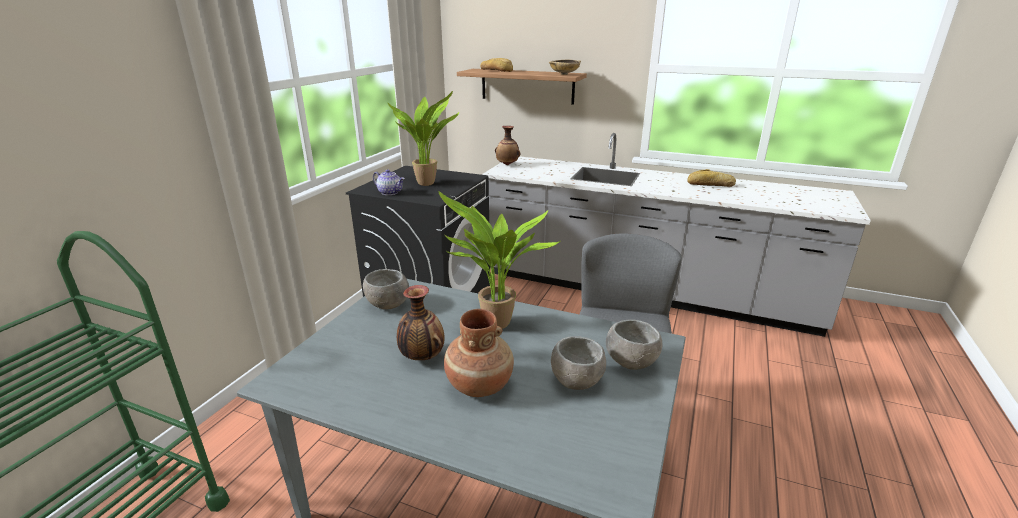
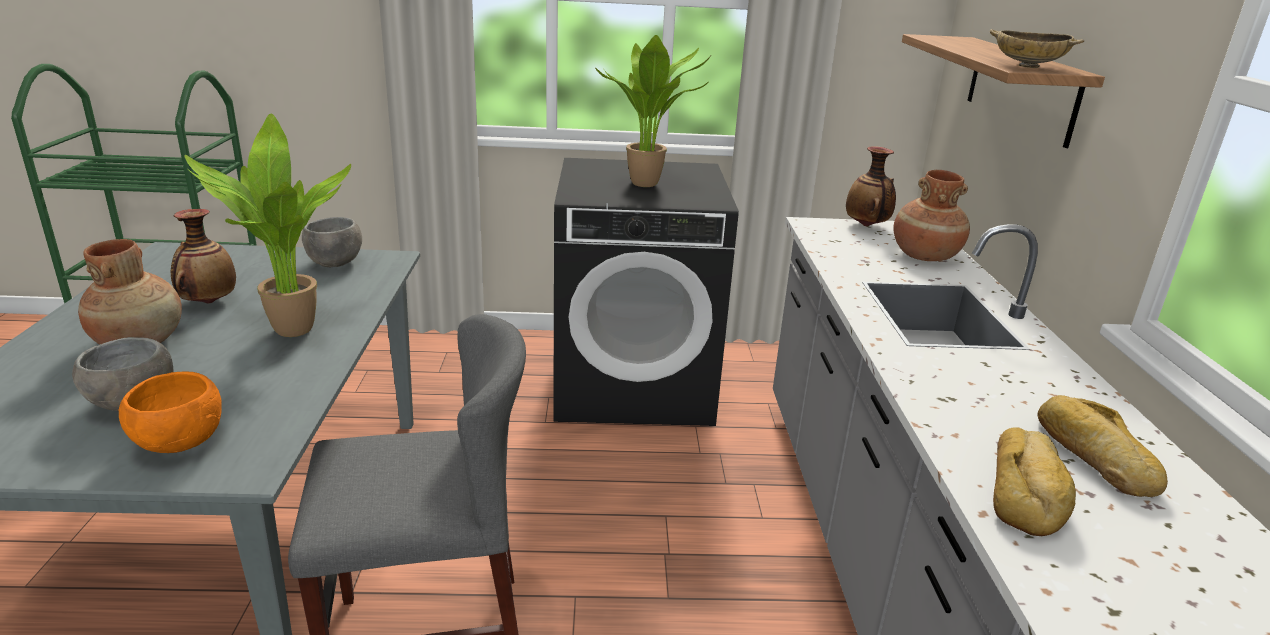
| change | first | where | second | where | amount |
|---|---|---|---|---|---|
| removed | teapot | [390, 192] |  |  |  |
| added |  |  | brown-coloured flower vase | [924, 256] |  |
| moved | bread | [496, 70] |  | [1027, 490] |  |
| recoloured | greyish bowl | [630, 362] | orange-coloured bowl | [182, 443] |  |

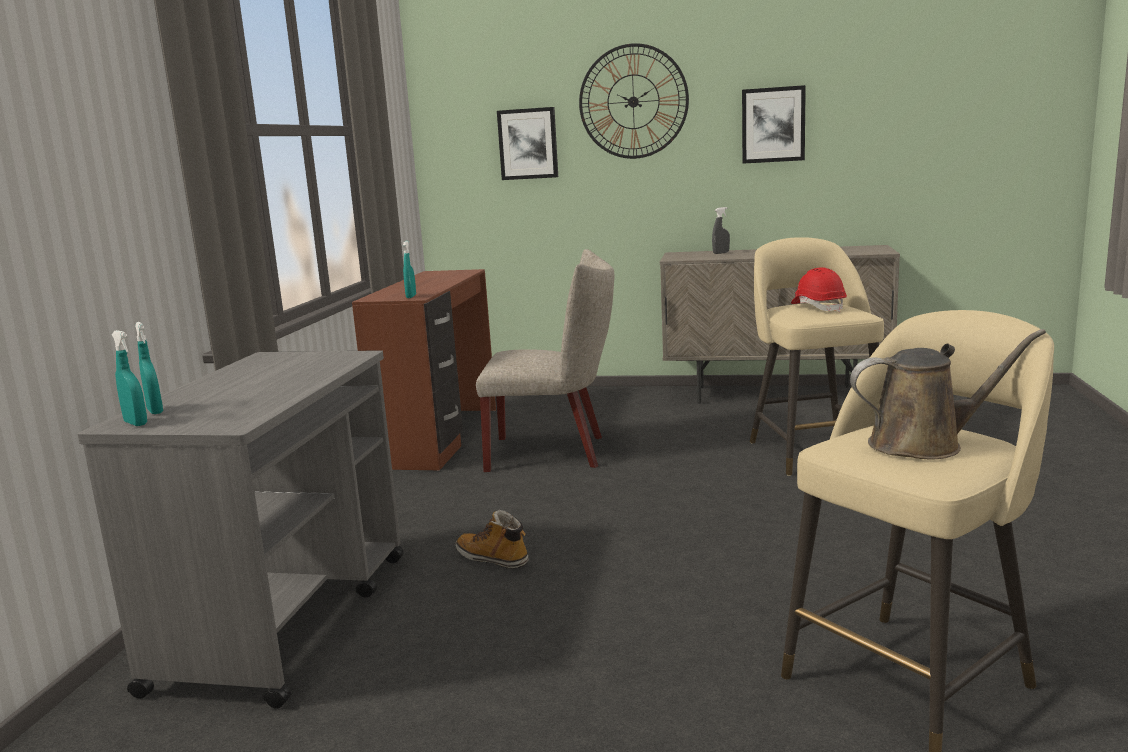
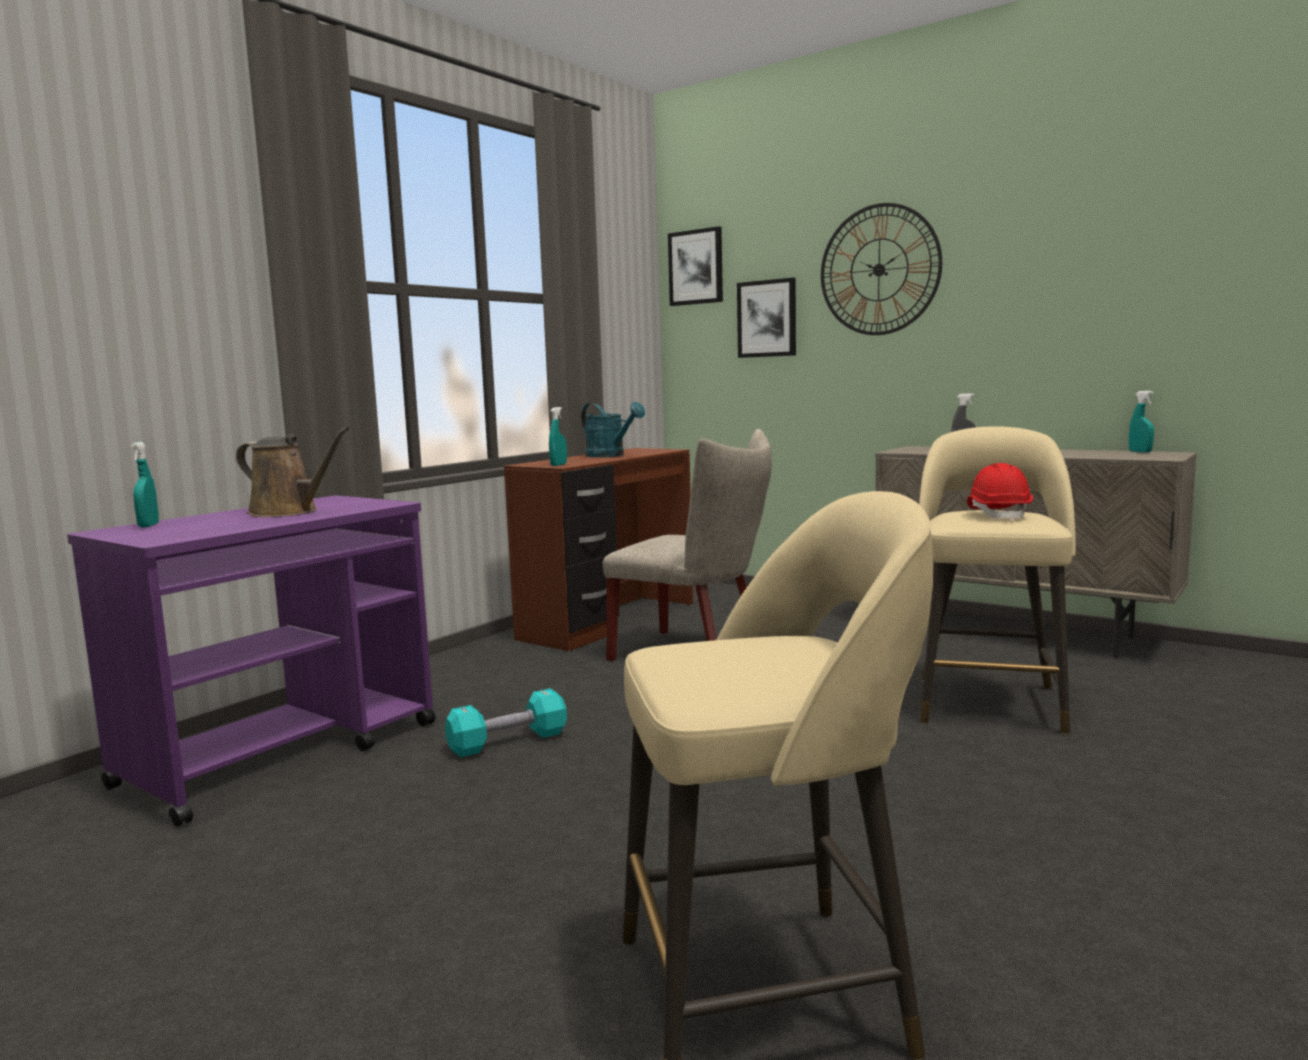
| change | first | where | second | where | amount |
|---|---|---|---|---|---|
| added |  |  | turquoise-coloured watering pot | [610, 455] |  |
| moved | turquoise-coloured hand sprayer | [136, 423] |  | [1140, 452] |  |
| moved | picture | [773, 125] |  | [696, 267] |  |
| moved | brown-coloured watering pot | [924, 444] |  | [288, 512] |  |
| replaced | tall boot | [493, 559] | turquoise-coloured hand weight | [508, 742] |  |
| recoloured | greyish cart | [287, 618] | purple cart | [284, 753] |  |

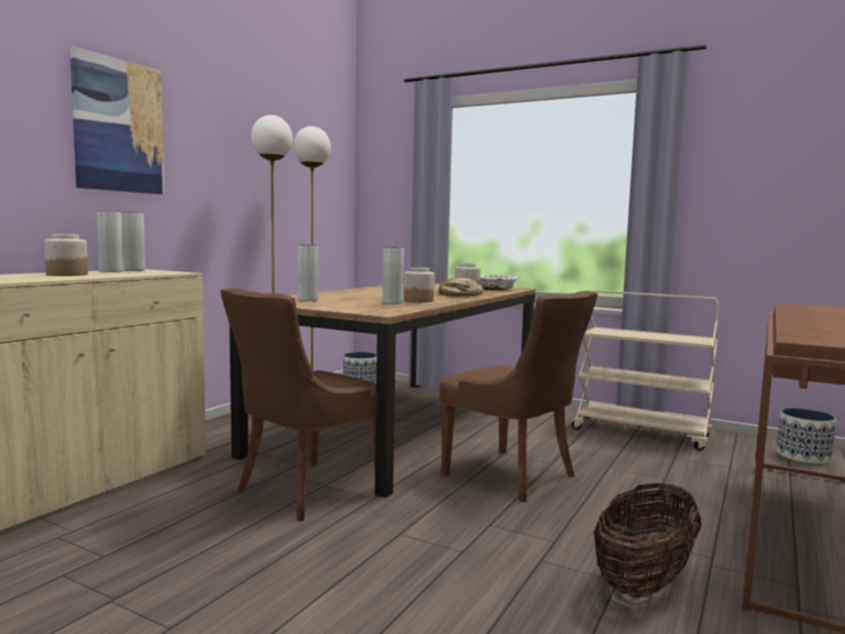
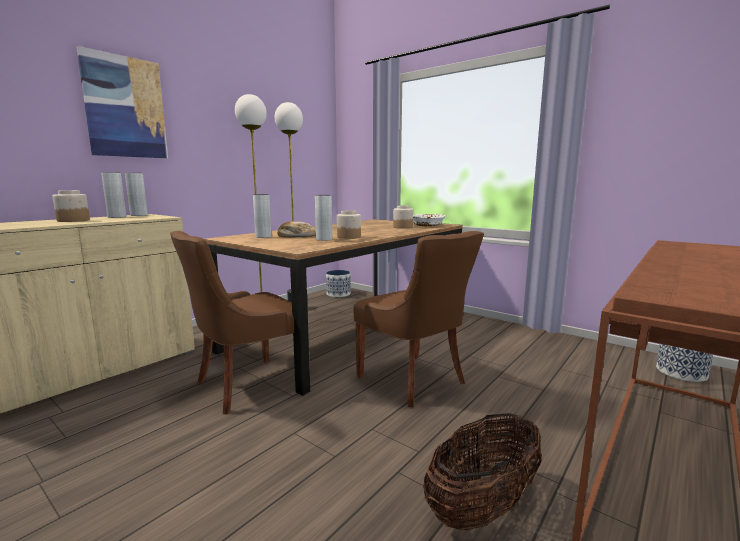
| change | first | where | second | where | amount |
|---|---|---|---|---|---|
| removed | beige cart | [642, 432] |  |  |  |
| moved | bread | [459, 295] |  | [296, 236] |  |

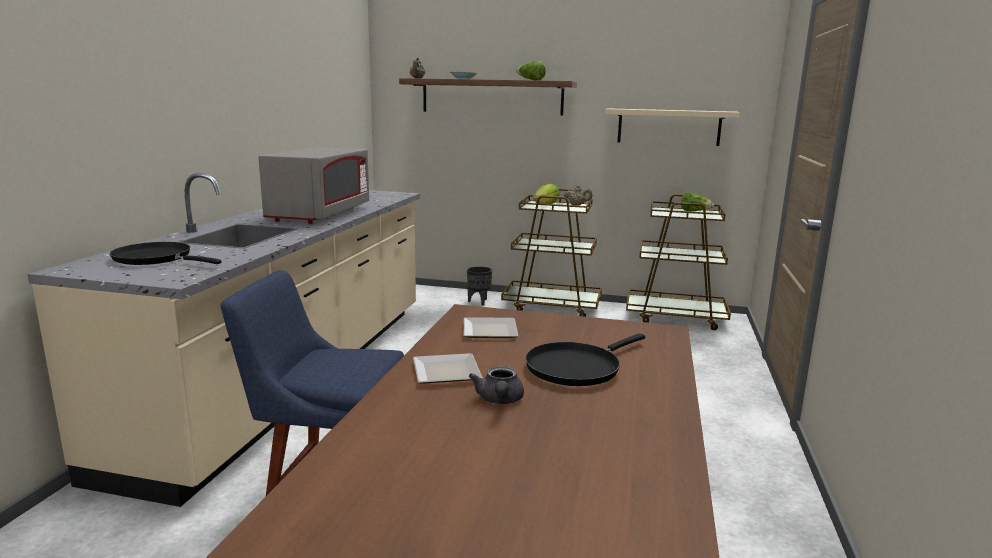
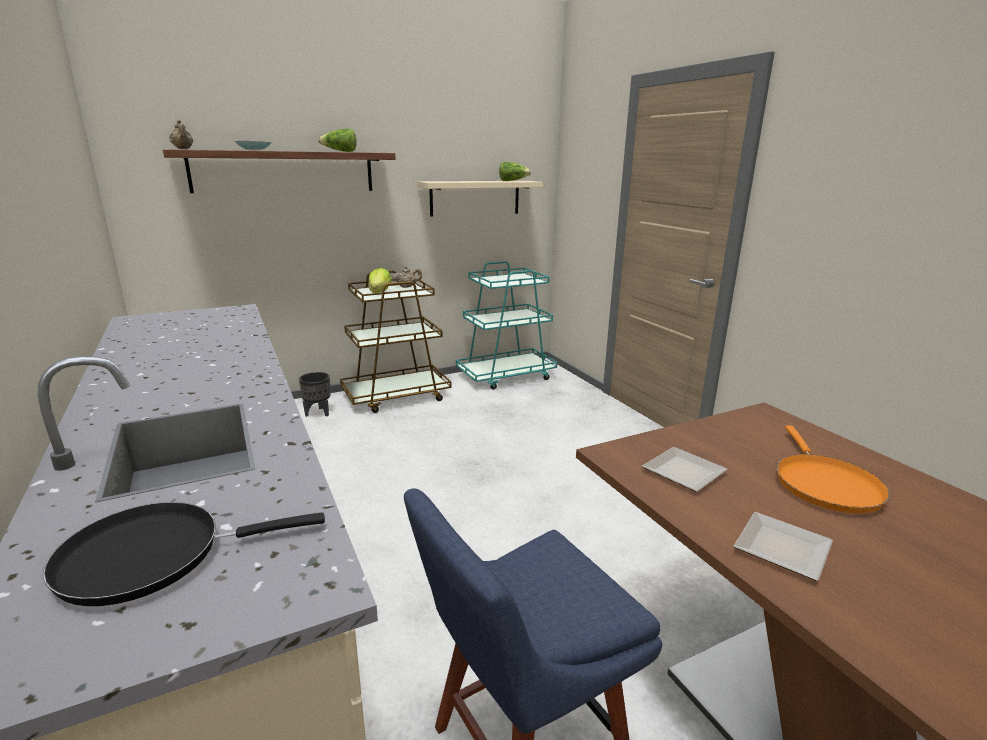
| change | first | where | second | where | amount |
|---|---|---|---|---|---|
| removed | greyish kitchen microwave | [320, 215] |  |  |  |
| removed | greyish teapot | [499, 400] |  |  |  |
| moved | lettuce head | [695, 211] |  | [513, 181] |  |
| recoloured | black-coloured pan | [577, 367] | orange-coloured pan | [824, 484] |  |
| recoloured | brown-coloured cart | [675, 317] | turquoise-coloured cart | [506, 376] |  |

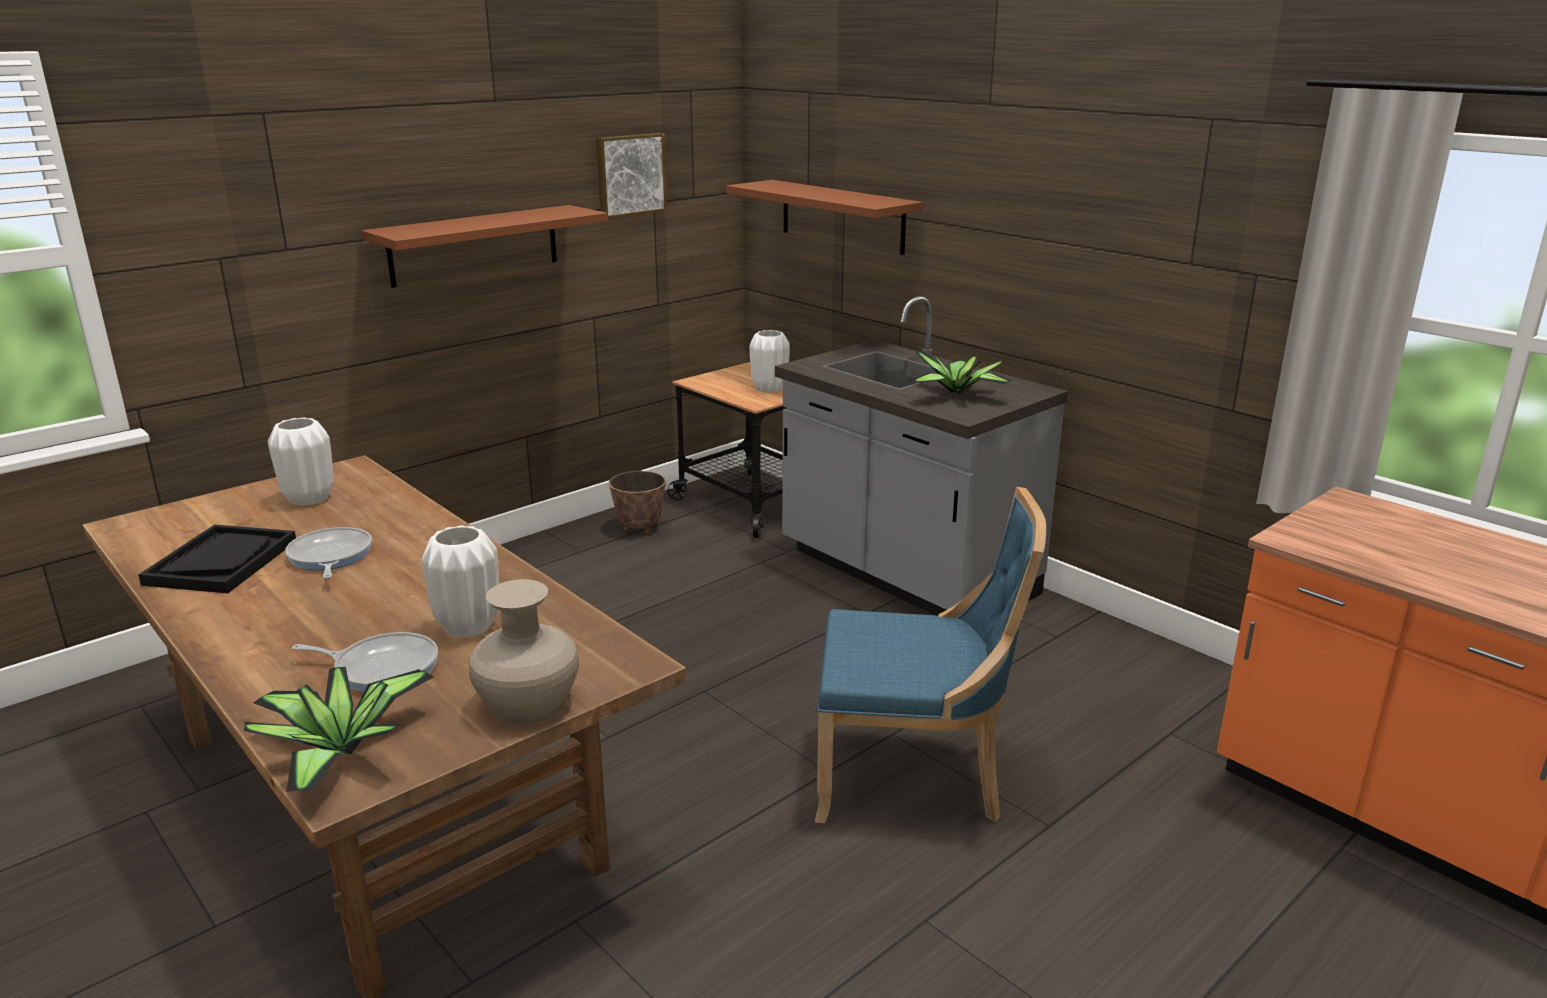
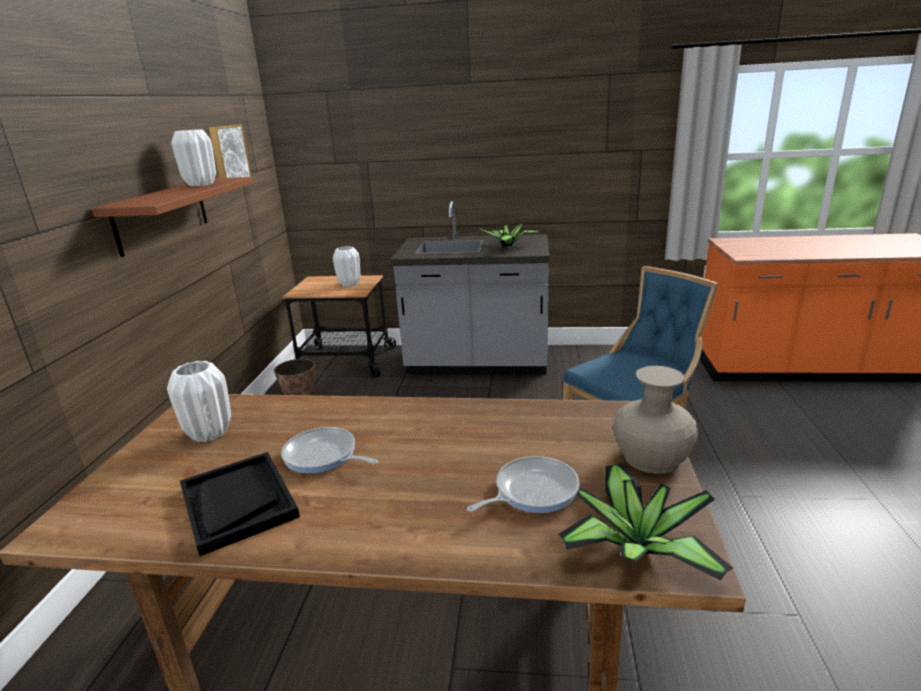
| change | first | where | second | where | amount |
|---|---|---|---|---|---|
| removed | brown-coloured bracket shelf | [842, 216] |  |  |  |
| moved | white-coloured flower vase | [467, 627] |  | [200, 185] |  |

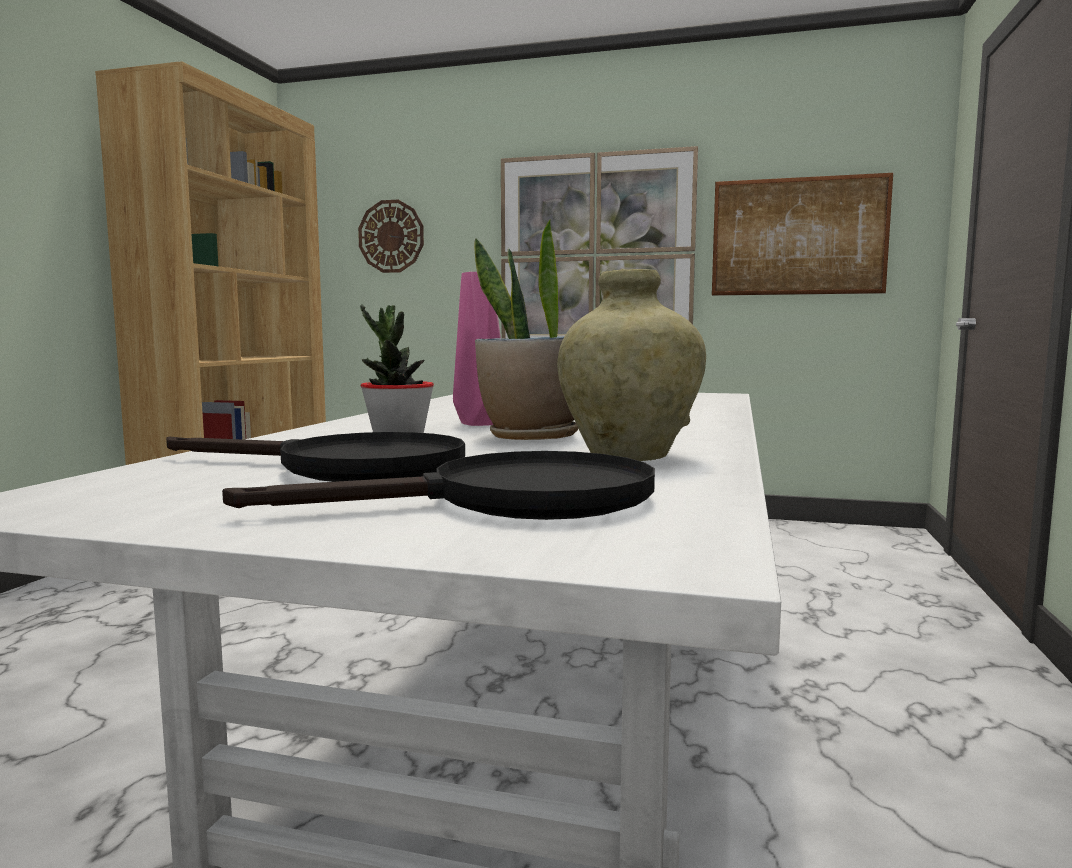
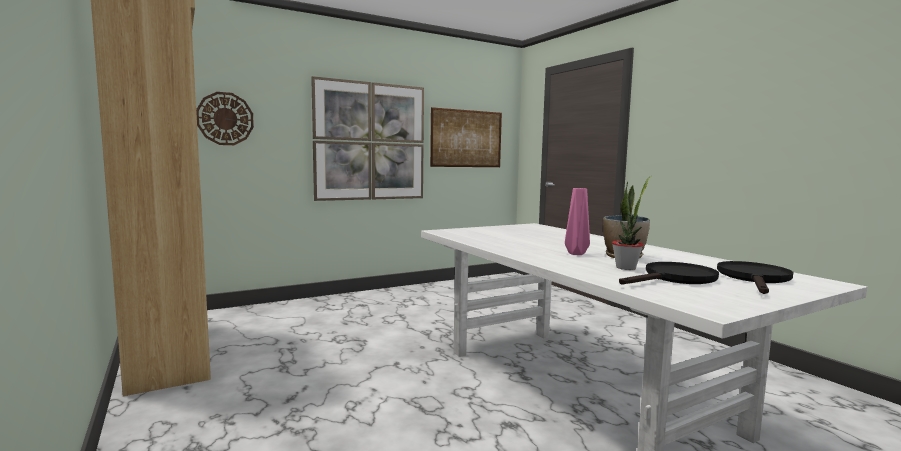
| change | first | where | second | where | amount |
|---|---|---|---|---|---|
| removed | beige flower vase | [629, 456] |  |  |  |

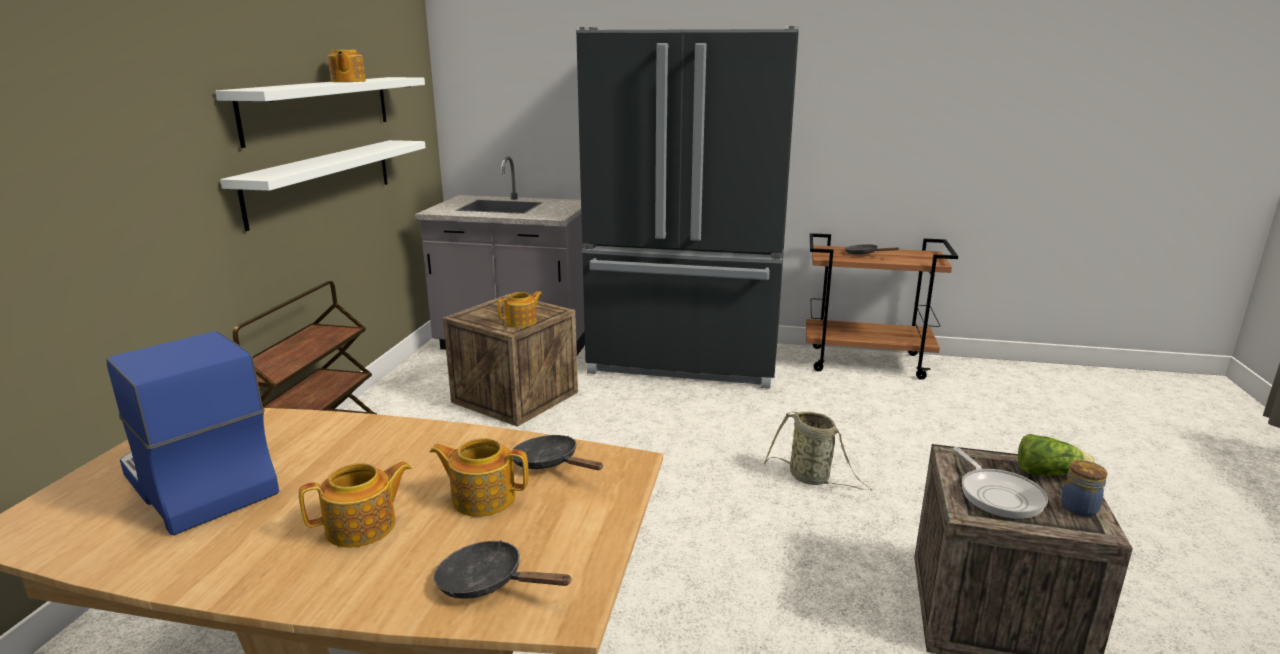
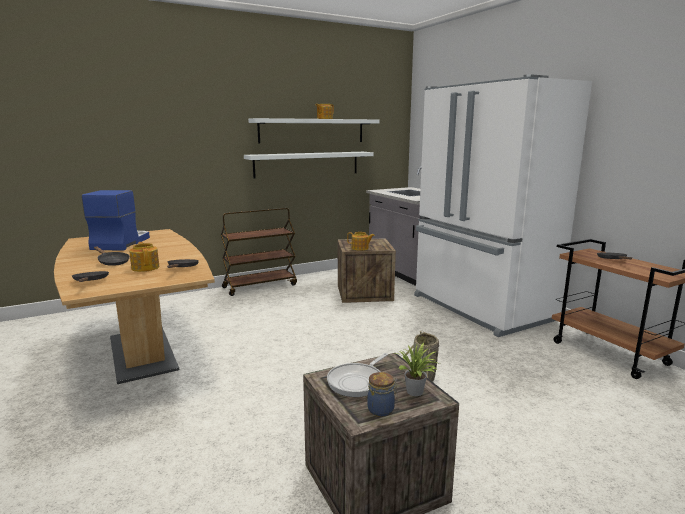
| change | first | where | second | where | amount |
|---|---|---|---|---|---|
| replaced | teapot | [363, 527] | black-coloured pan | [112, 262] |  |
| replaced | lettuce head | [1048, 473] | houseplant | [416, 393] |  |
| recoloured | black-coloured refrigerator | [685, 360] | white-coloured refrigerator | [480, 308] |  |

